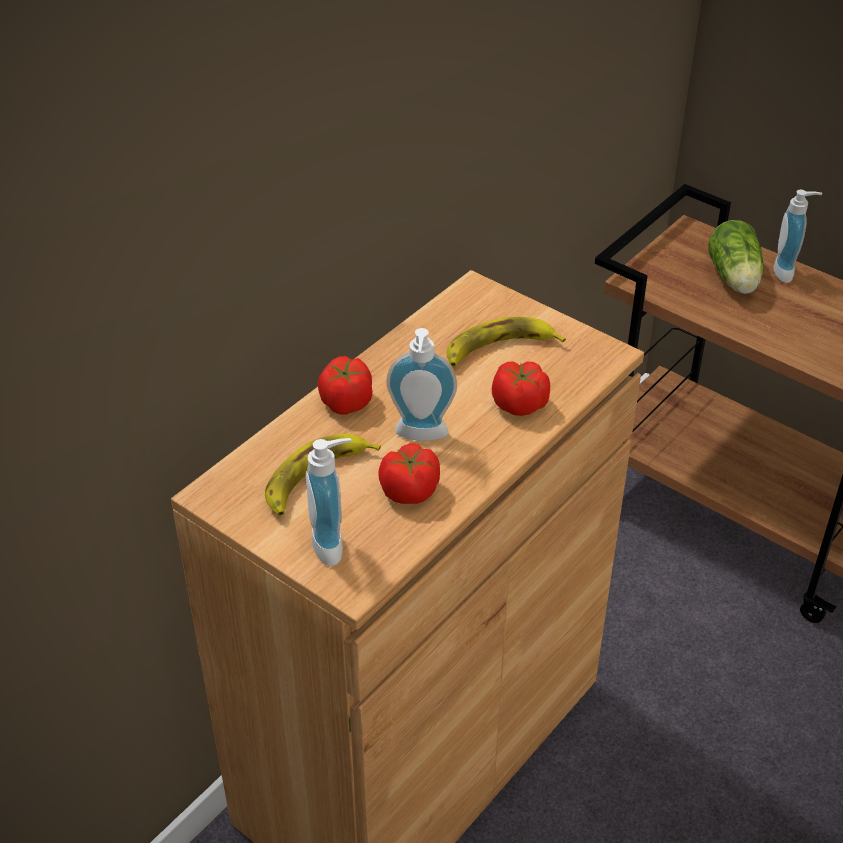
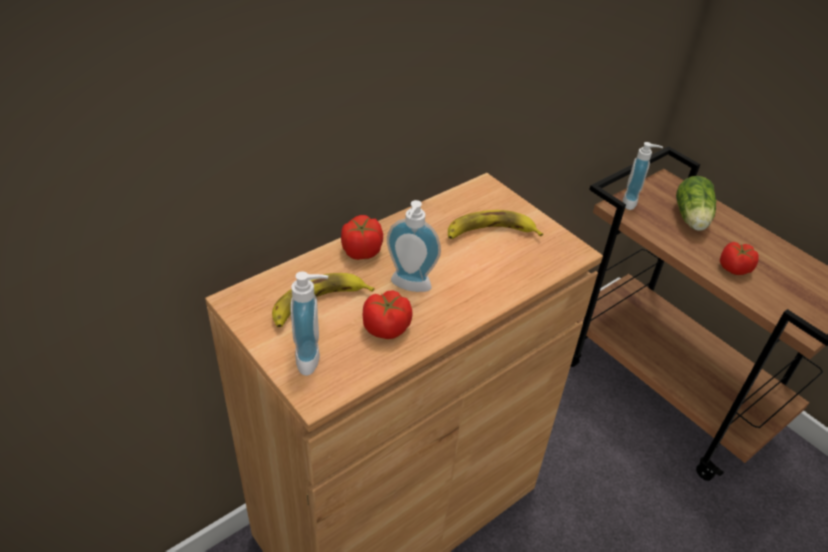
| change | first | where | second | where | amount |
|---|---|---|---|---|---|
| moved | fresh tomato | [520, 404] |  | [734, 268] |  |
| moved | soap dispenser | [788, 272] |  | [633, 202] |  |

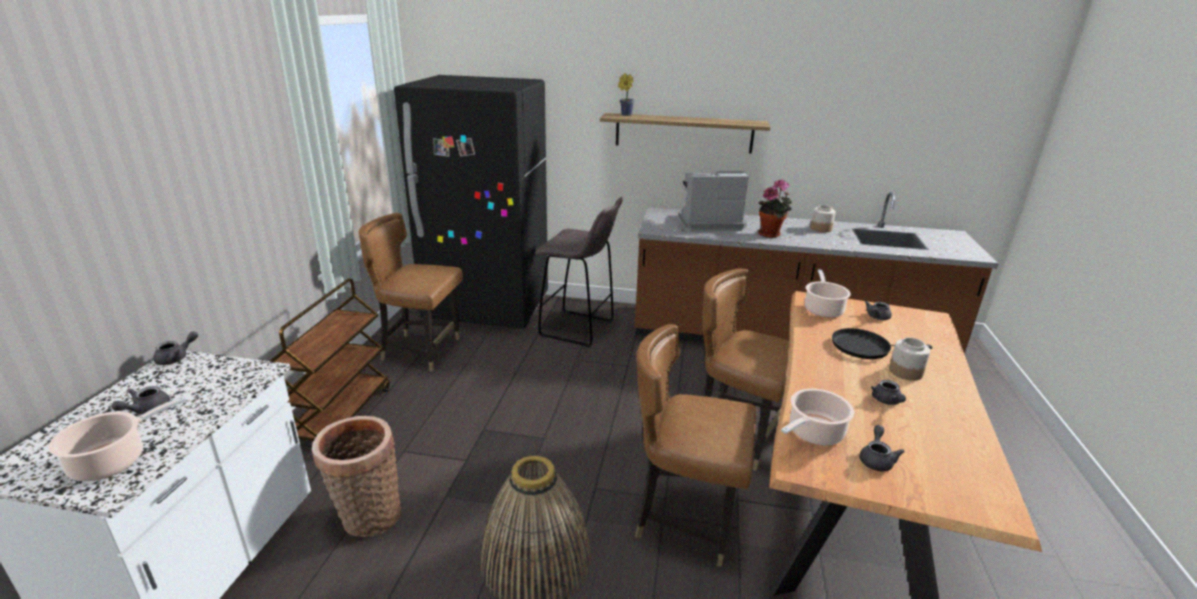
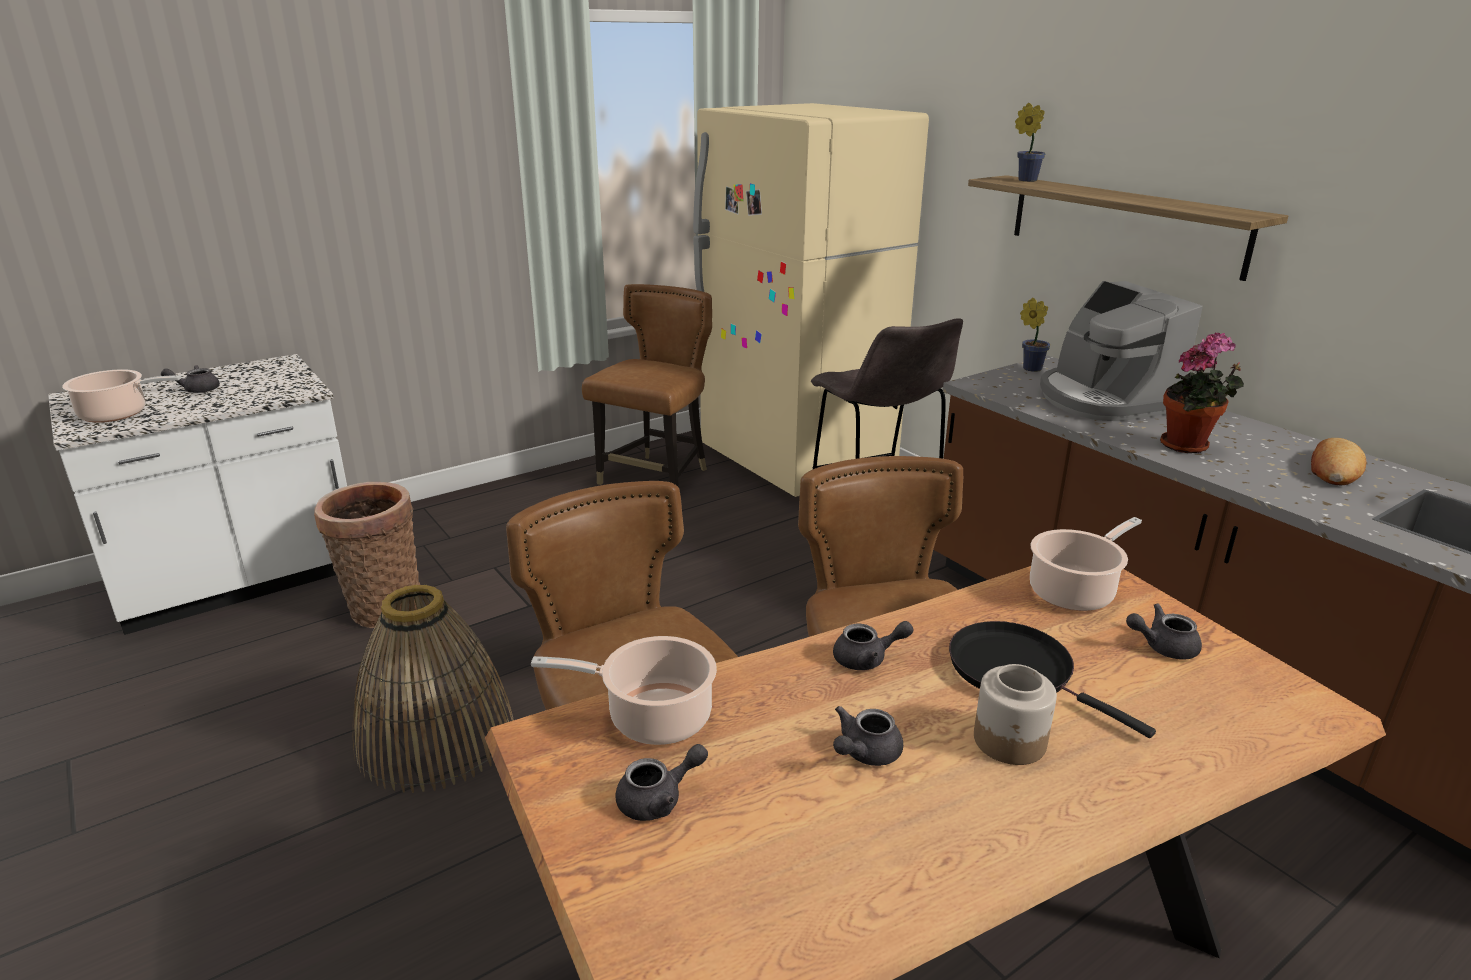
| change | first | where | second | where | amount |
|---|---|---|---|---|---|
| removed | brown-coloured cart | [340, 417] |  |  |  |
| added |  |  | houseplant | [1029, 368] |  |
| moved | greyish teapot | [177, 358] |  | [867, 659] |  |
| replaced | preserve jar | [821, 229] | bread | [1333, 469] |  |
| recoloured | black-coloured refrigerator | [487, 309] | beige refrigerator | [797, 461] |  |
| turned | brown-coloured chair | [421, 351] |  | [656, 478] | 60 degrees clockwise |
| turned | coffee machine | [709, 223] |  | [1103, 400] | 150 degrees counterclockwise |

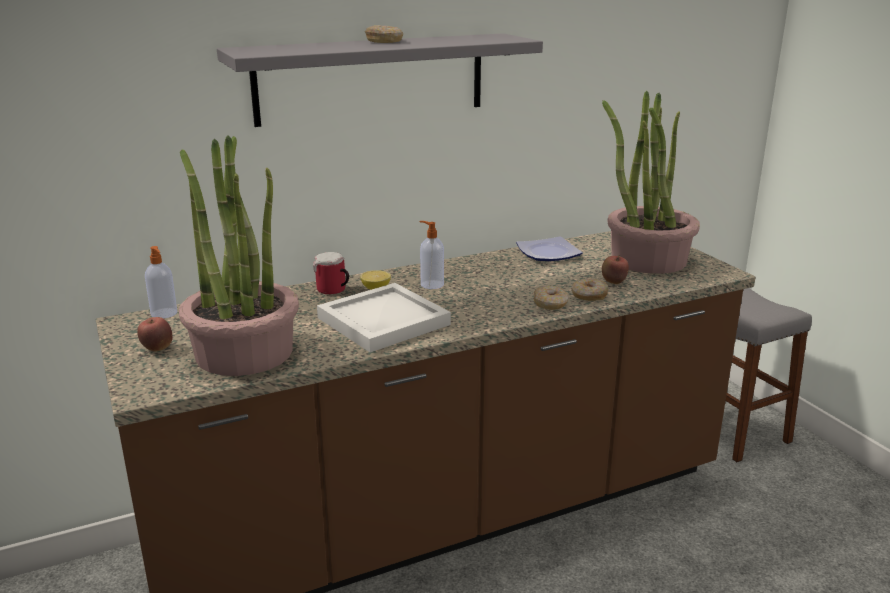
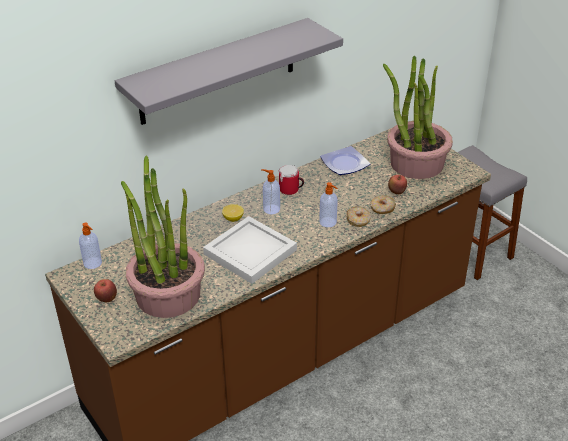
| change | first | where | second | where | amount |
|---|---|---|---|---|---|
| removed | donut | [385, 41] |  |  |  |
| added |  |  | soap dispenser | [328, 222] |  |
| moved | tea mug | [333, 291] |  | [291, 190] |  |

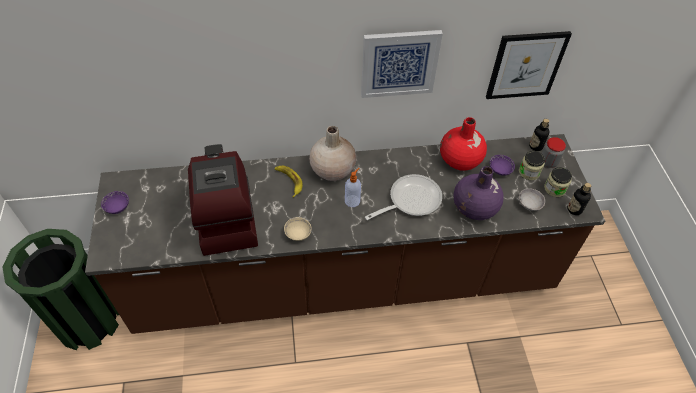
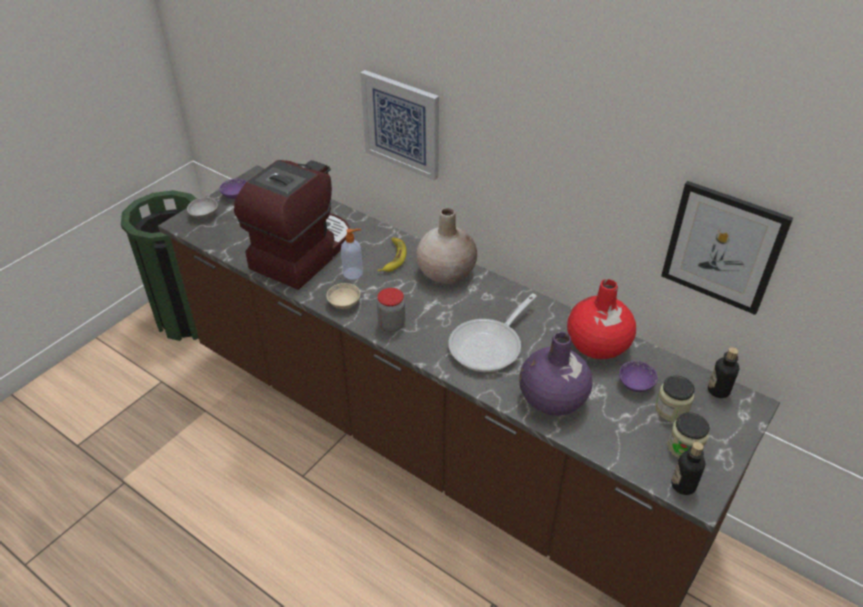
| change | first | where | second | where | amount |
|---|---|---|---|---|---|
| moved | soap dispenser | [352, 200] |  | [353, 273] |  |
| moved | picture | [399, 63] |  | [402, 124] |  |
| moved | greyish bowl | [529, 204] |  | [204, 215] |  |
| moved | preserve jar | [548, 162] |  | [391, 325] |  |
| turned | pan | [410, 200] |  | [489, 346] | 120 degrees clockwise |

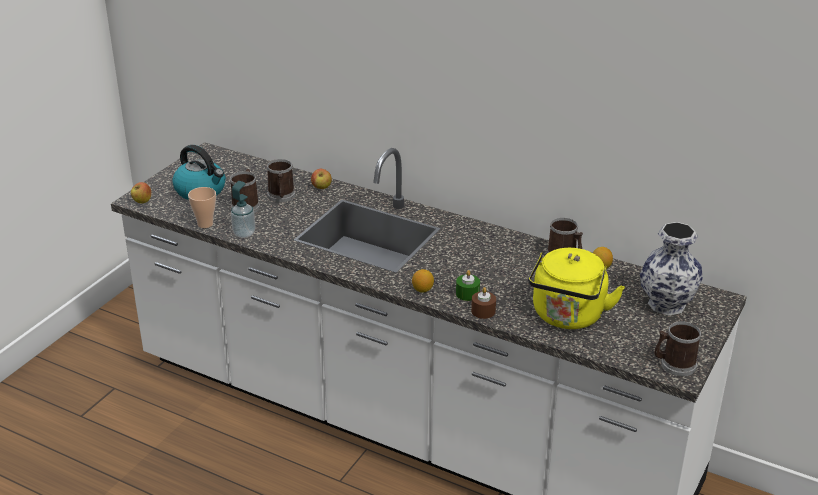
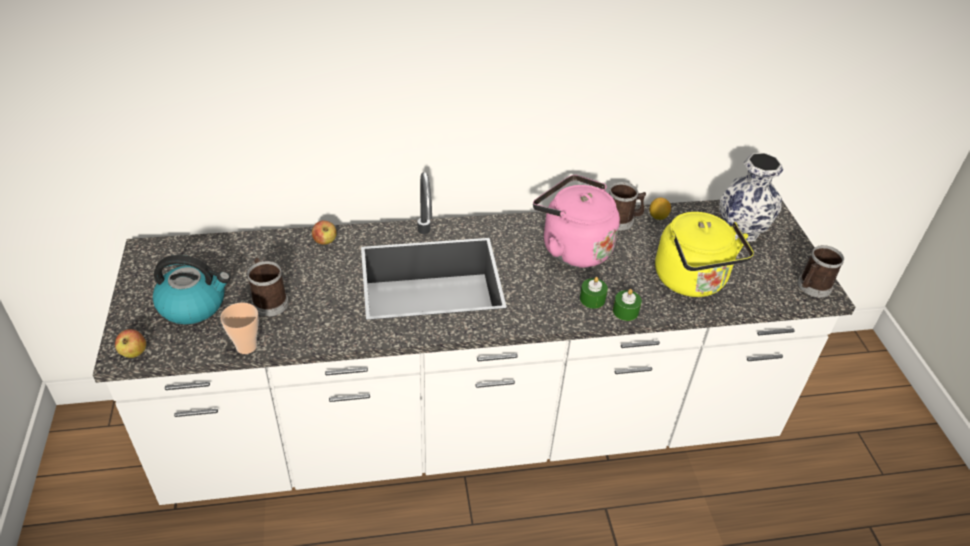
| change | first | where | second | where | amount |
|---|---|---|---|---|---|
| removed | soap dispenser | [244, 233] |  |  |  |
| removed | tea mug | [281, 196] |  |  |  |
| removed | lemon | [422, 290] |  |  |  |
| added |  |  | pink kettle | [572, 248] |  |
| recoloured | brown-coloured wax candle | [483, 311] | green-coloured wax candle | [625, 311] |  |

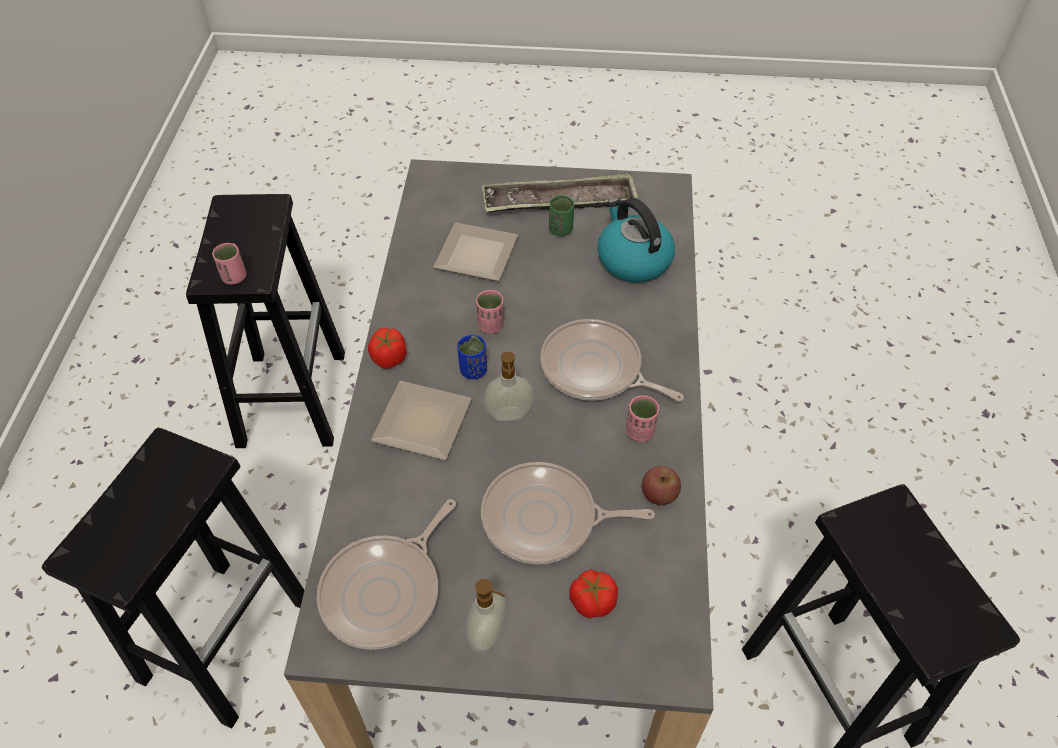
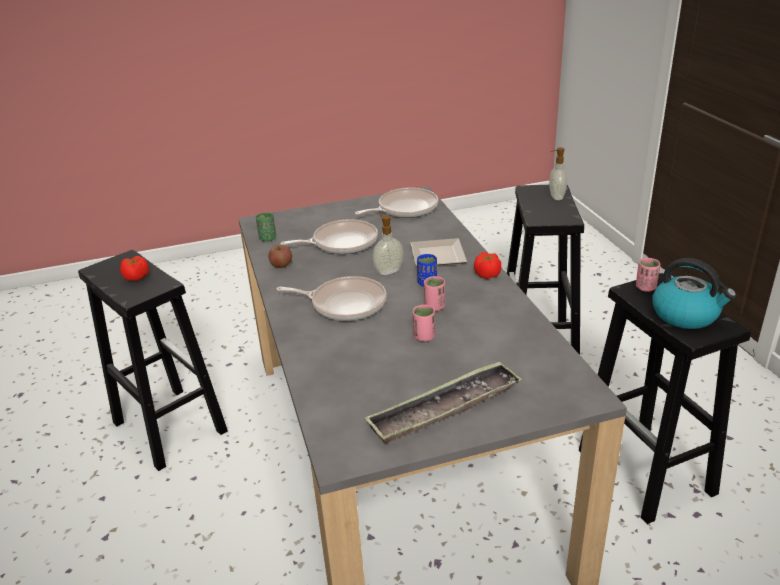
| change | first | where | second | where | amount |
|---|---|---|---|---|---|
| removed | dinner plate | [479, 254] |  |  |  |
| moved | soap dispenser | [489, 634] |  | [556, 197] |  |
| moved | green-coloured drinking cup | [560, 230] |  | [267, 238] |  |
| moved | fresh tomato | [592, 601] |  | [137, 277] |  |
| moved | kettle | [633, 260] |  | [686, 315] |  |
| moved | pink drinking cup | [640, 431] |  | [424, 337] |  |
| turned | pan | [386, 591] |  | [405, 209] | 45 degrees clockwise |

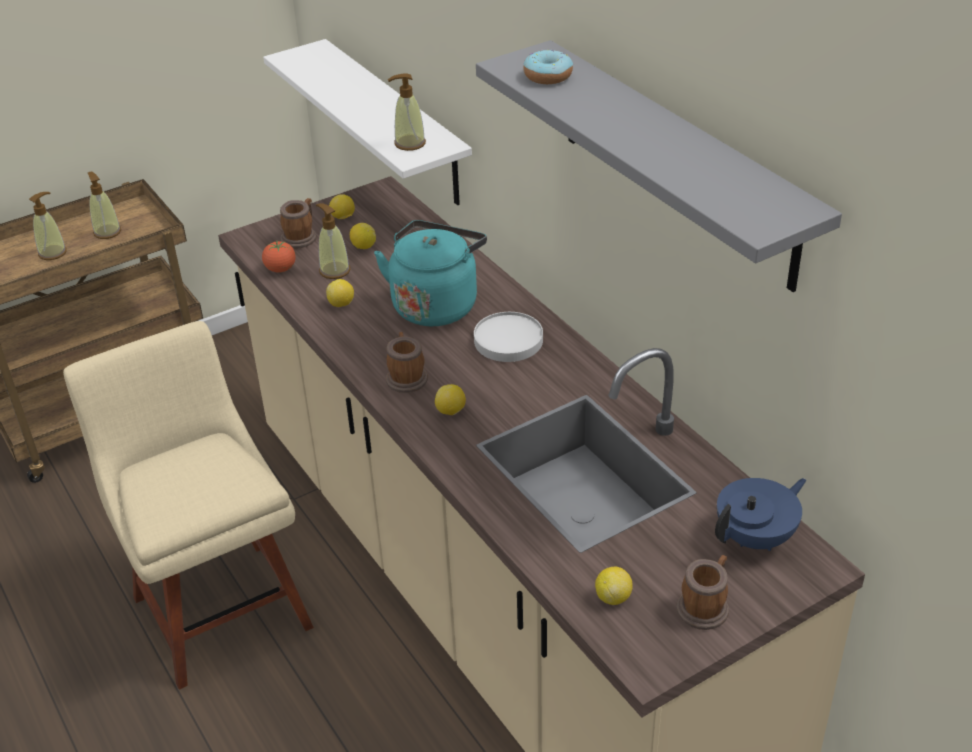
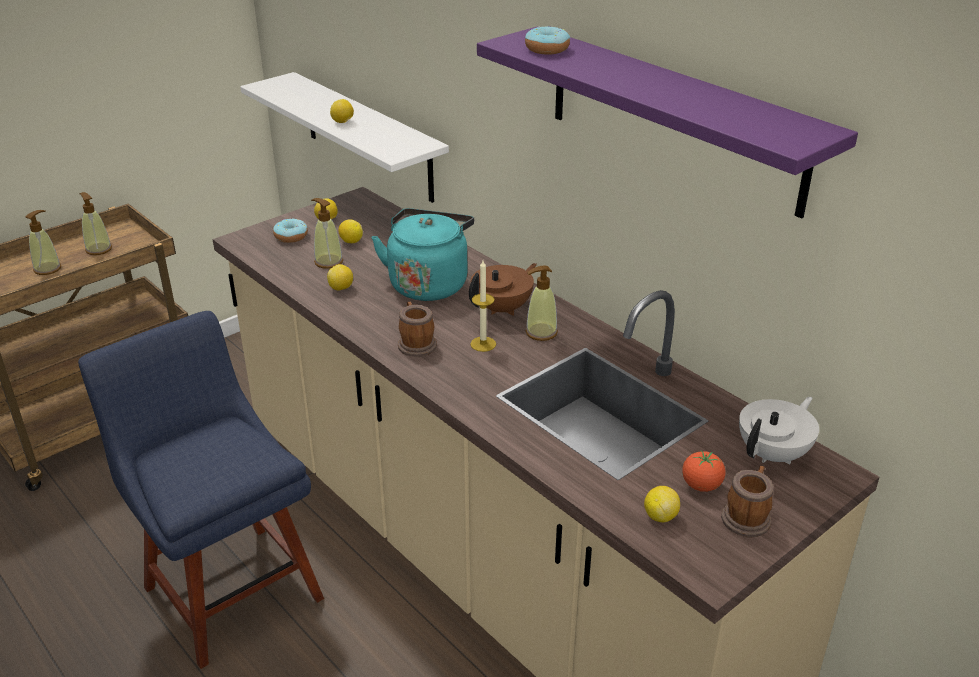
| change | first | where | second | where | amount |
|---|---|---|---|---|---|
| added |  |  | wax candle | [483, 344] |  |
| moved | fresh tomato | [280, 269] |  | [701, 486] |  |
| moved | soap dispenser | [409, 143] |  | [541, 332] |  |
| moved | lemon | [451, 411] |  | [343, 122] |  |
| replaced | tea mug | [301, 236] | donut | [291, 236] |  |
| replaced | white-coloured dinner plate | [509, 340] | brown-coloured teapot | [503, 308] |  |
| recoloured | beige chair | [218, 605] | blue-coloured chair | [229, 587] |  |
| recoloured | greyish bracket shelf | [676, 163] | purple bracket shelf | [673, 118] |  |
| recoloured | blue-coloured teapot | [756, 537] | white-coloured teapot | [774, 454] |  |

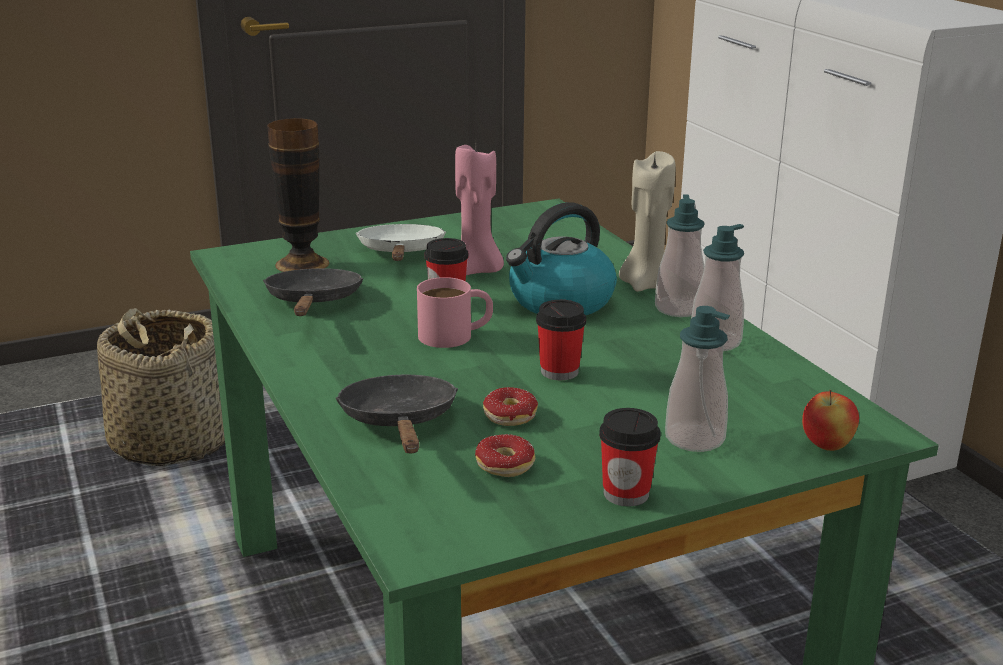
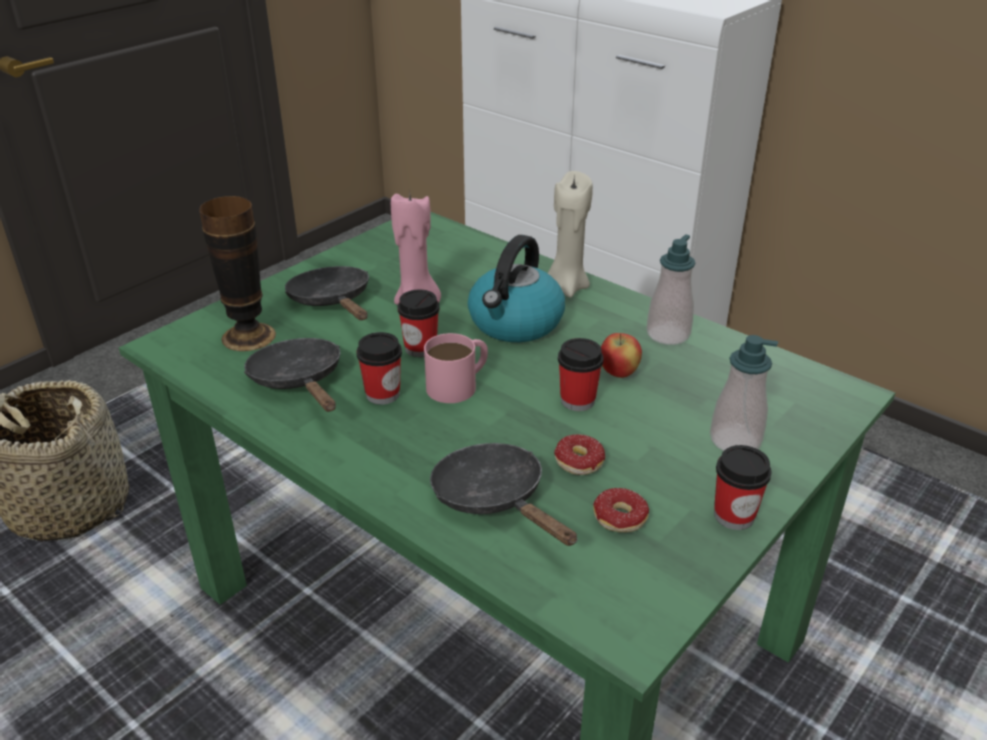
| change | first | where | second | where | amount |
|---|---|---|---|---|---|
| removed | soap dispenser | [678, 308] |  |  |  |
| added |  |  | drinking cup | [382, 394] |  |
| moved | whole apple | [827, 446] |  | [619, 373] |  |
| recoloured | white-coloured pan | [401, 253] | black-coloured pan | [333, 301] |  |

